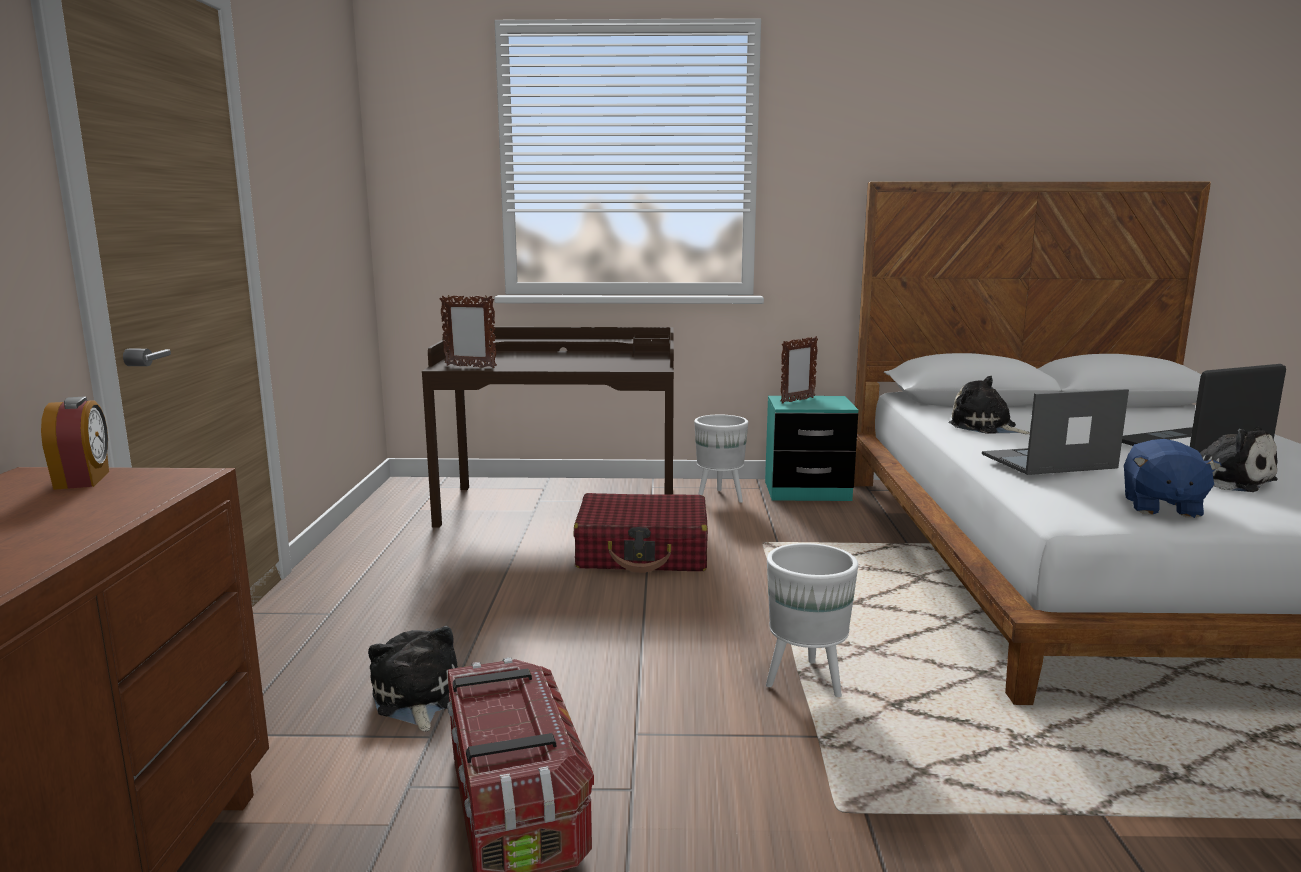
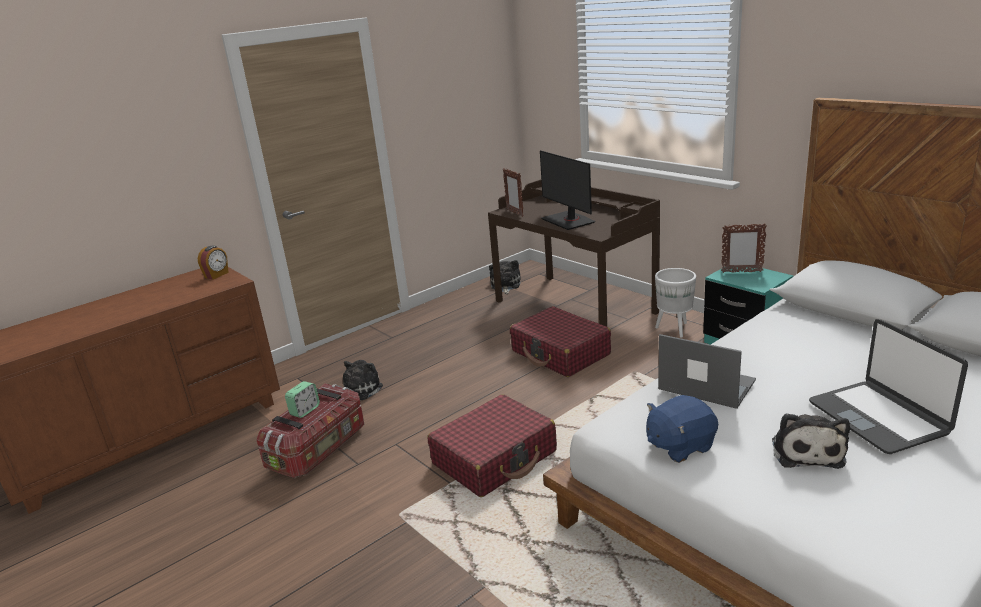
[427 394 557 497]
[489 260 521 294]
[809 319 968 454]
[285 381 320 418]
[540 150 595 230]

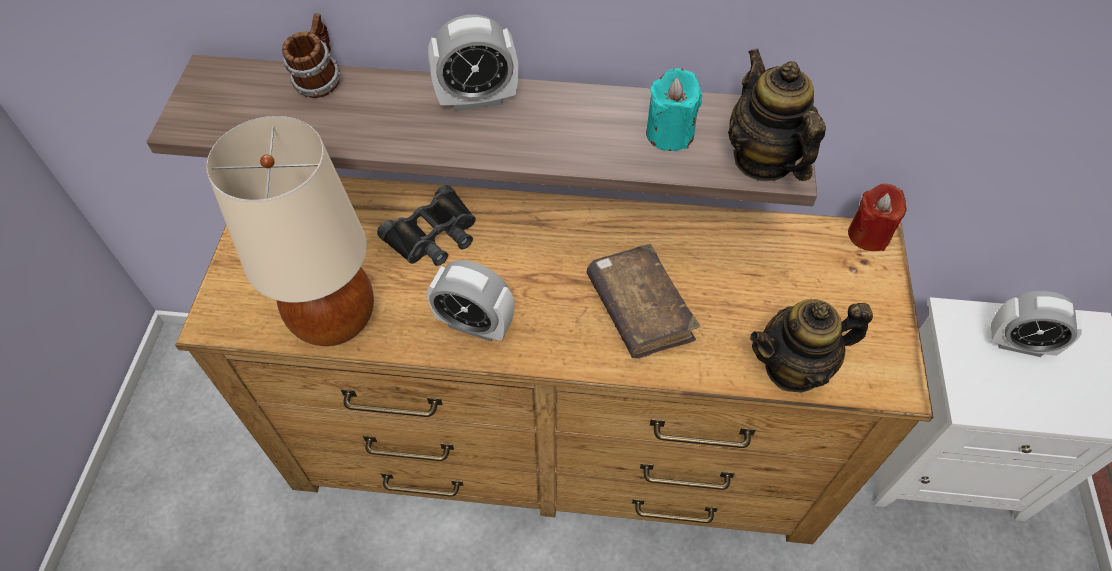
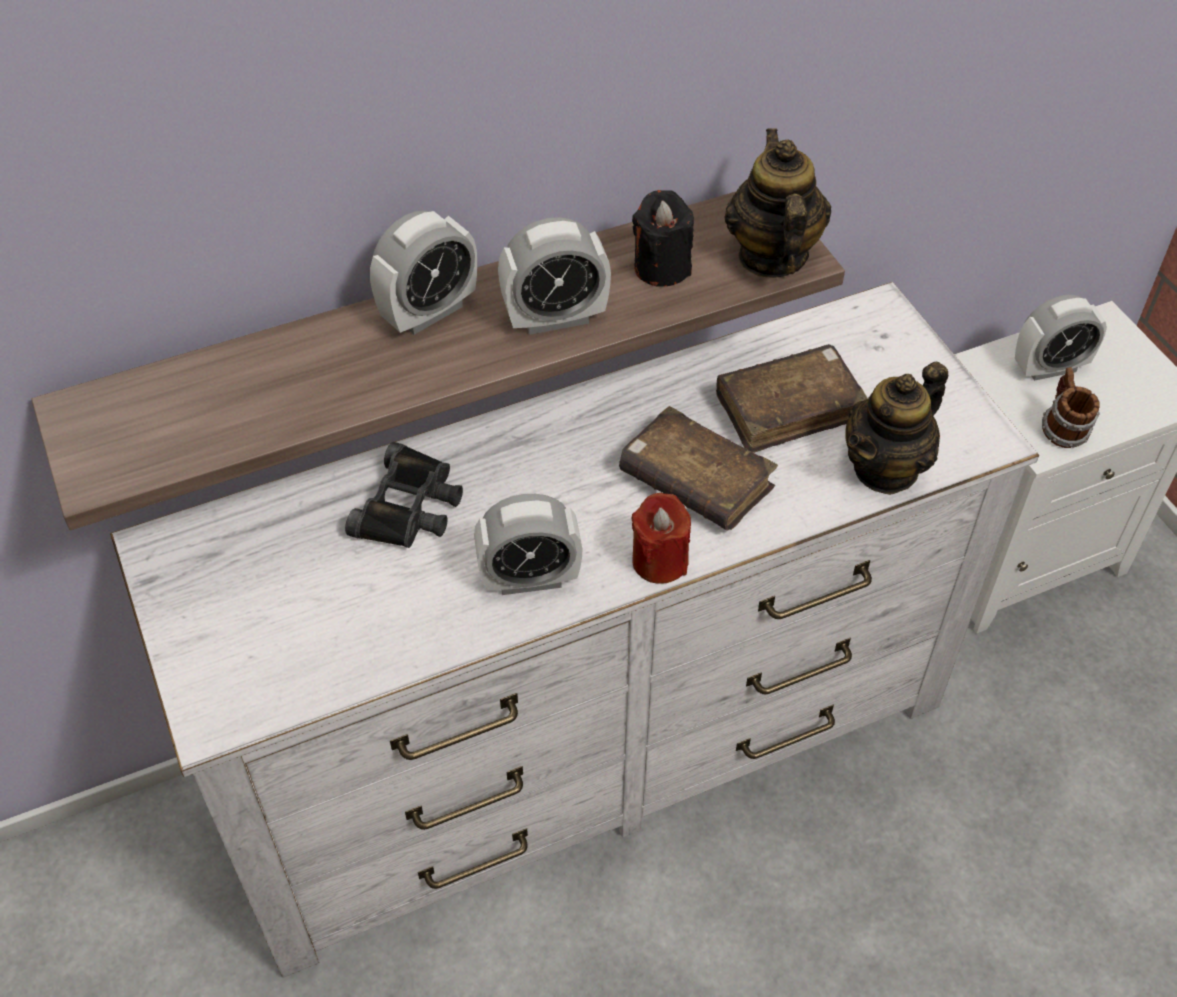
[110 282 1039 978]
[206 116 374 346] (first image)
[1042 367 1100 448]
[632 190 694 287]
[725 128 831 278]
[631 493 691 584]
[498 217 611 335]
[716 344 868 453]

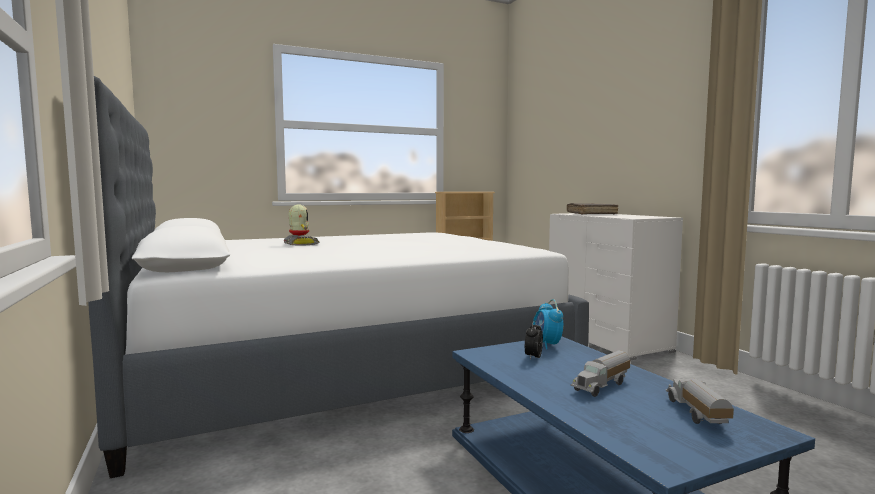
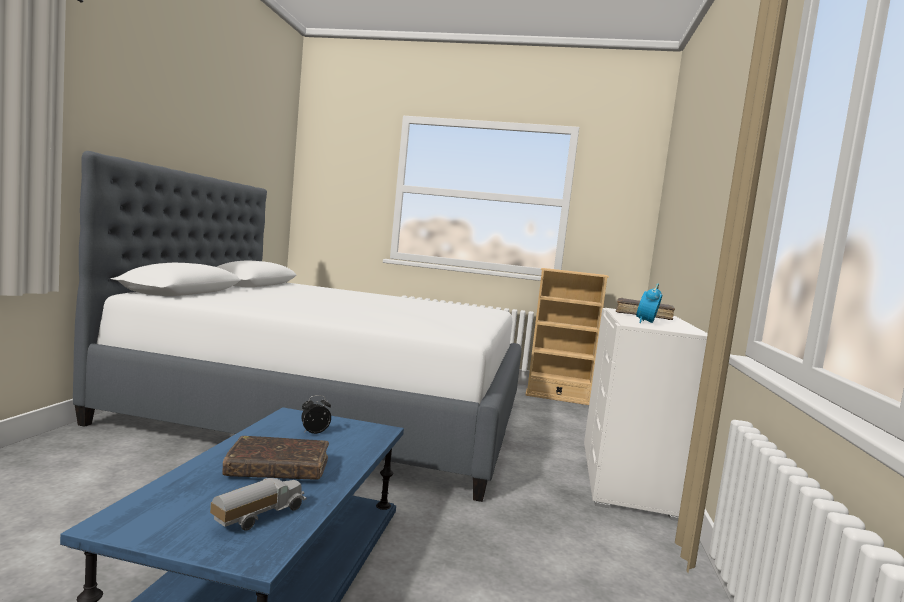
[284 204 319 246] (first image)
[636 283 662 323]
[222 436 329 480]

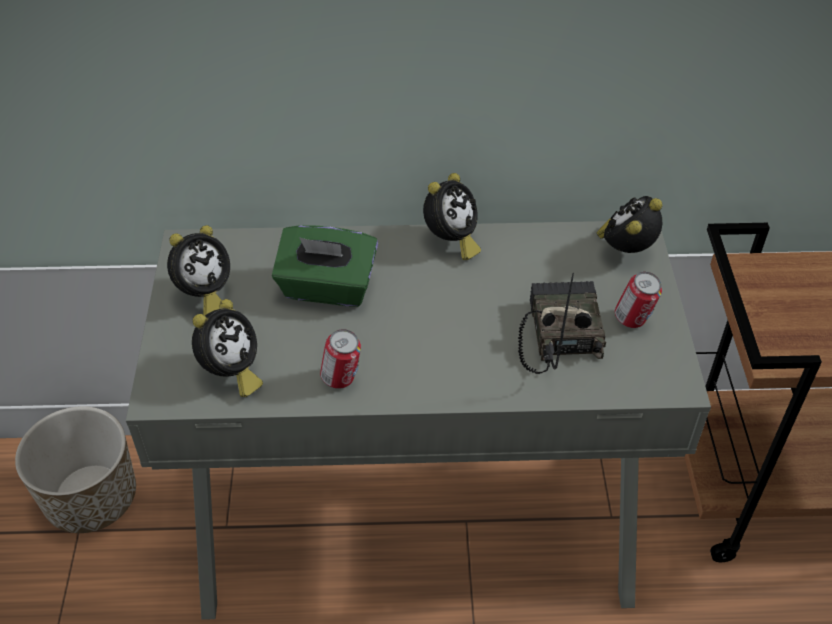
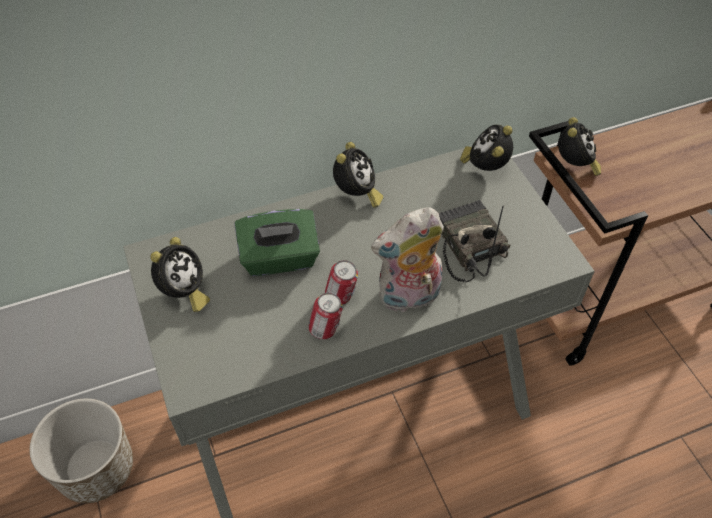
[558 117 601 176]
[325 260 358 305]
[371 207 444 313]

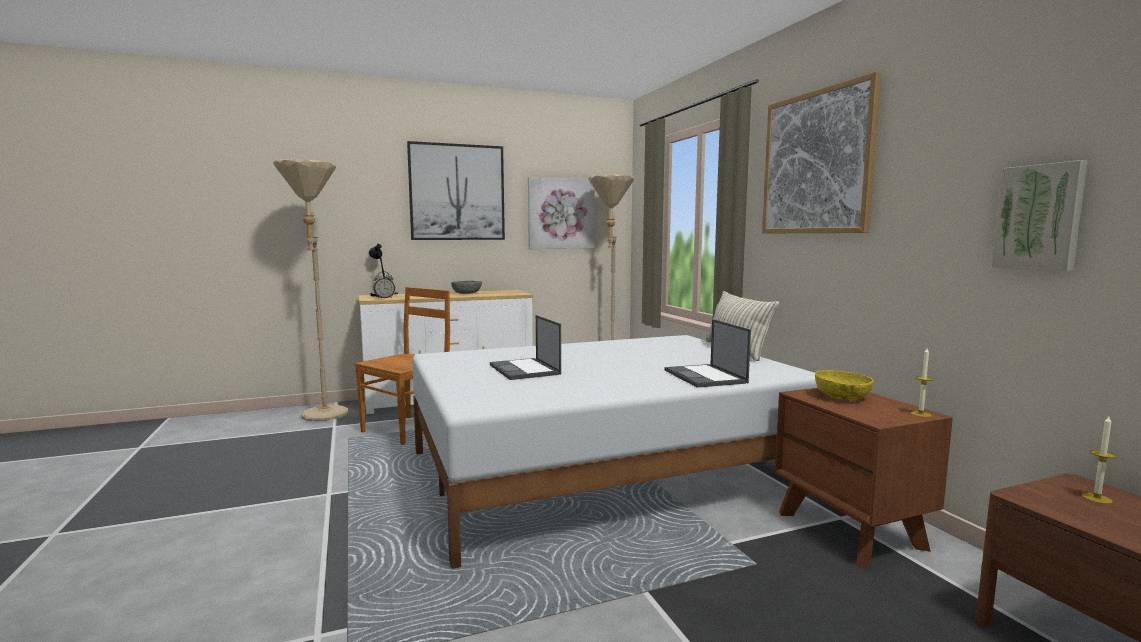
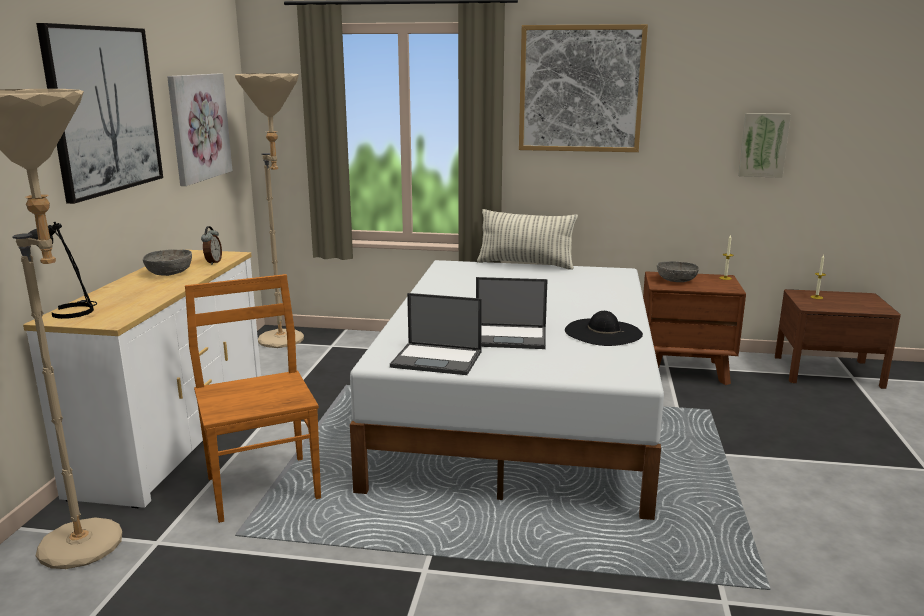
[201 226 222 265]
[390 293 482 375]
[657 261 699 282]
[565 311 643 346]

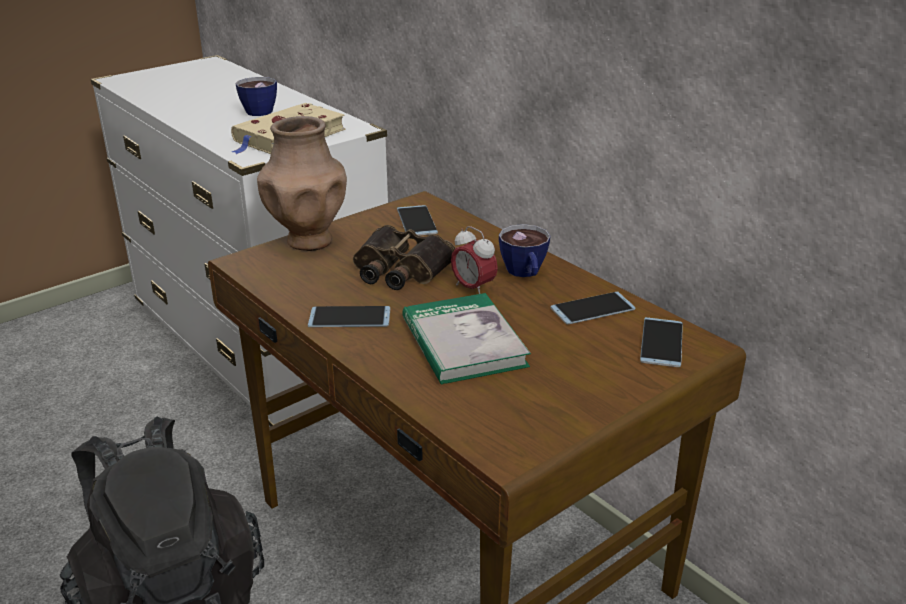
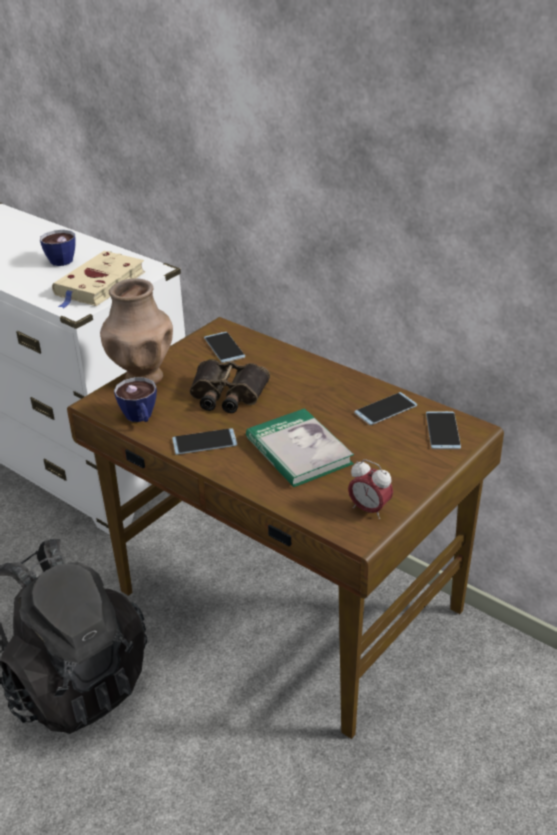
[348 459 393 519]
[114 377 157 422]

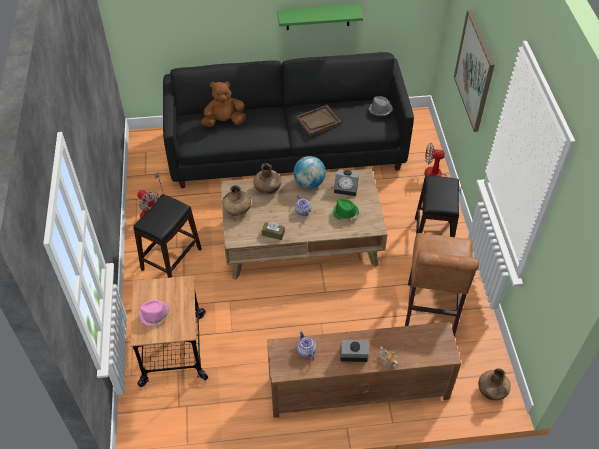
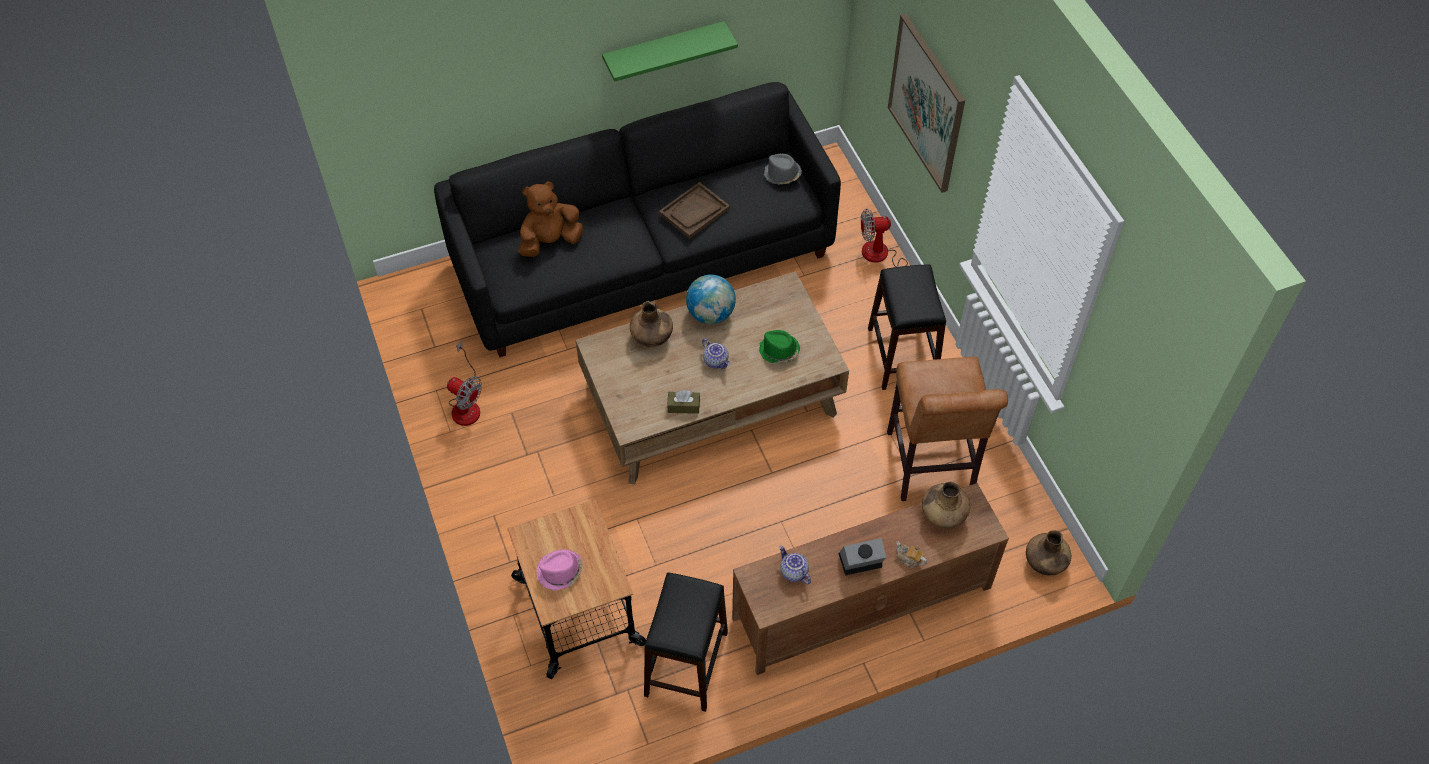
[644 572 728 712]
[922 482 970 528]
[334 169 359 196] (first image)

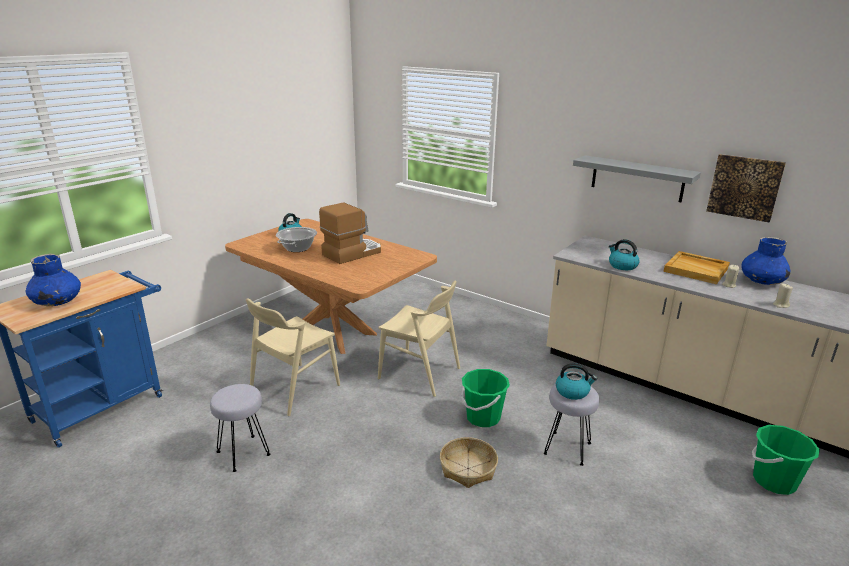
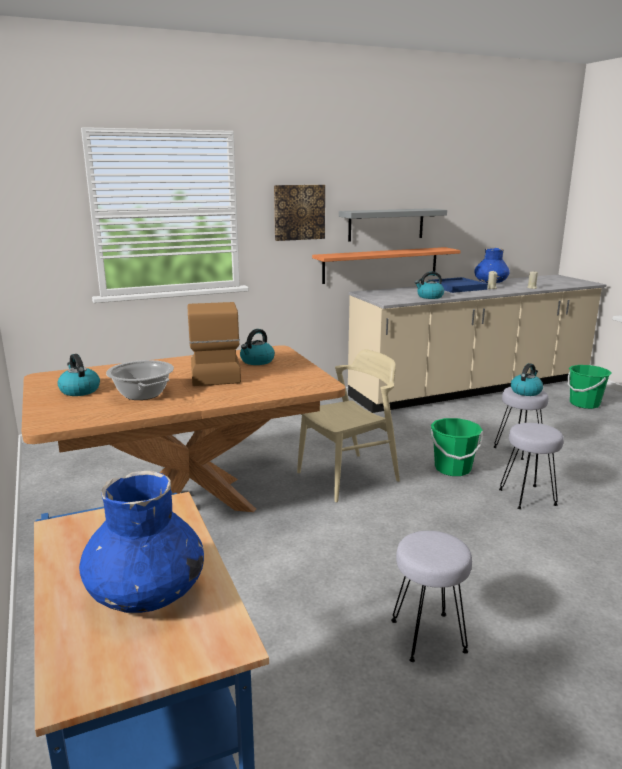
[246 298 340 416] (first image)
[499 423 564 509]
[428 277 488 293]
[274 185 325 241]
[240 329 275 365]
[312 247 461 284]

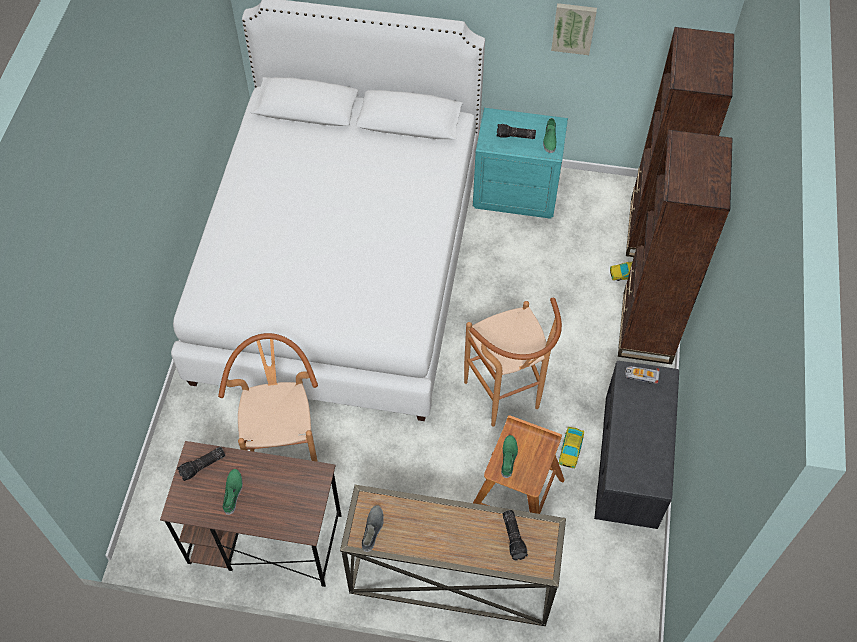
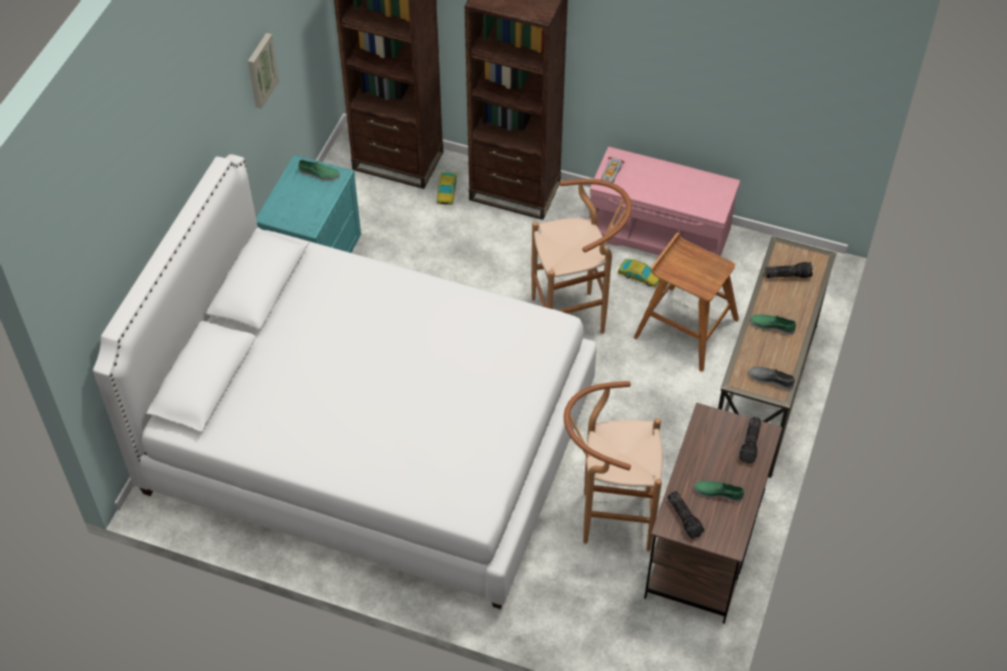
[739 417 761 463]
[750 314 796 335]
[589 147 740 256]

